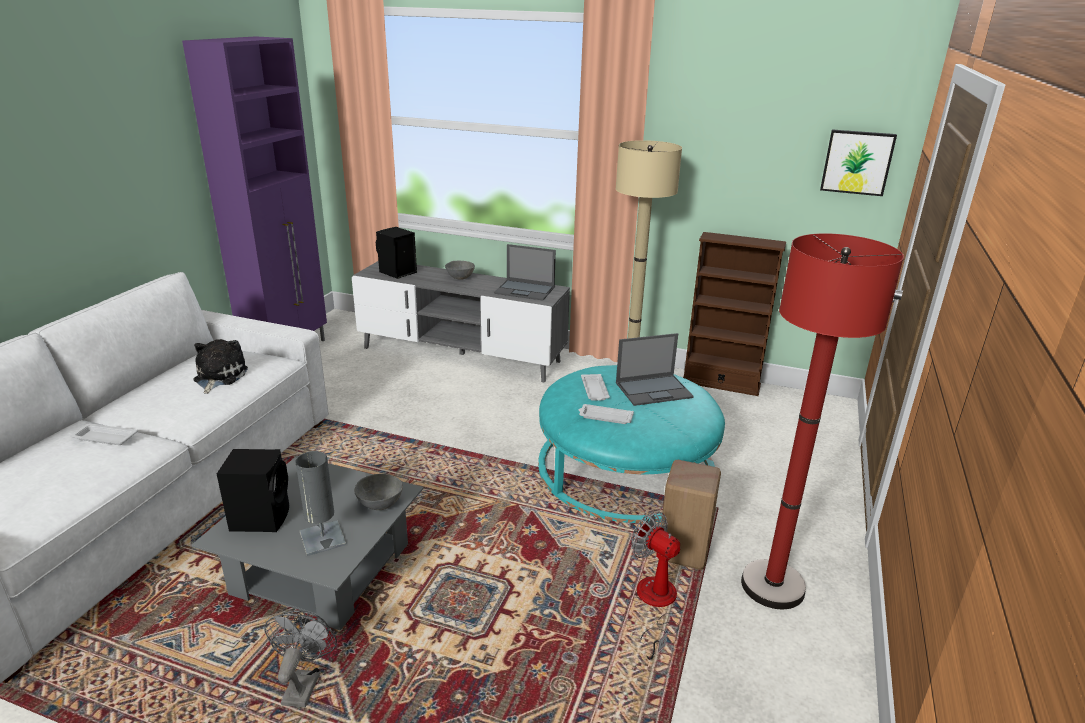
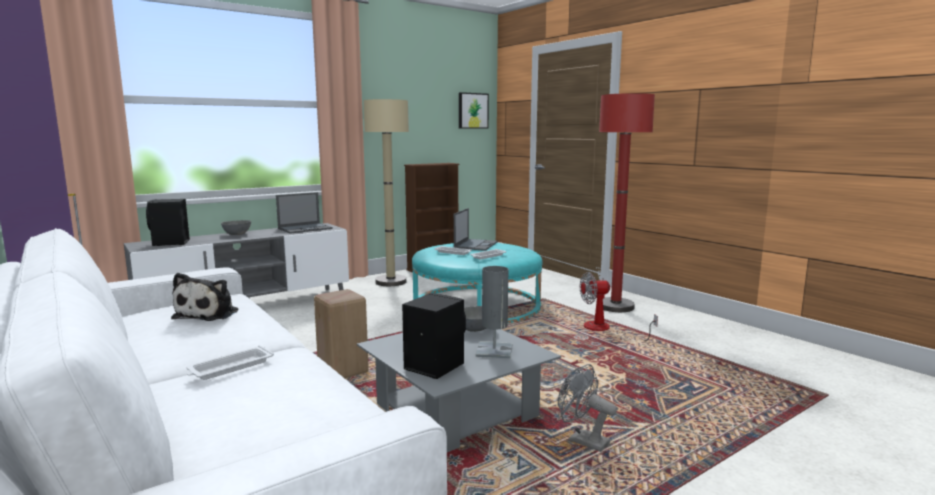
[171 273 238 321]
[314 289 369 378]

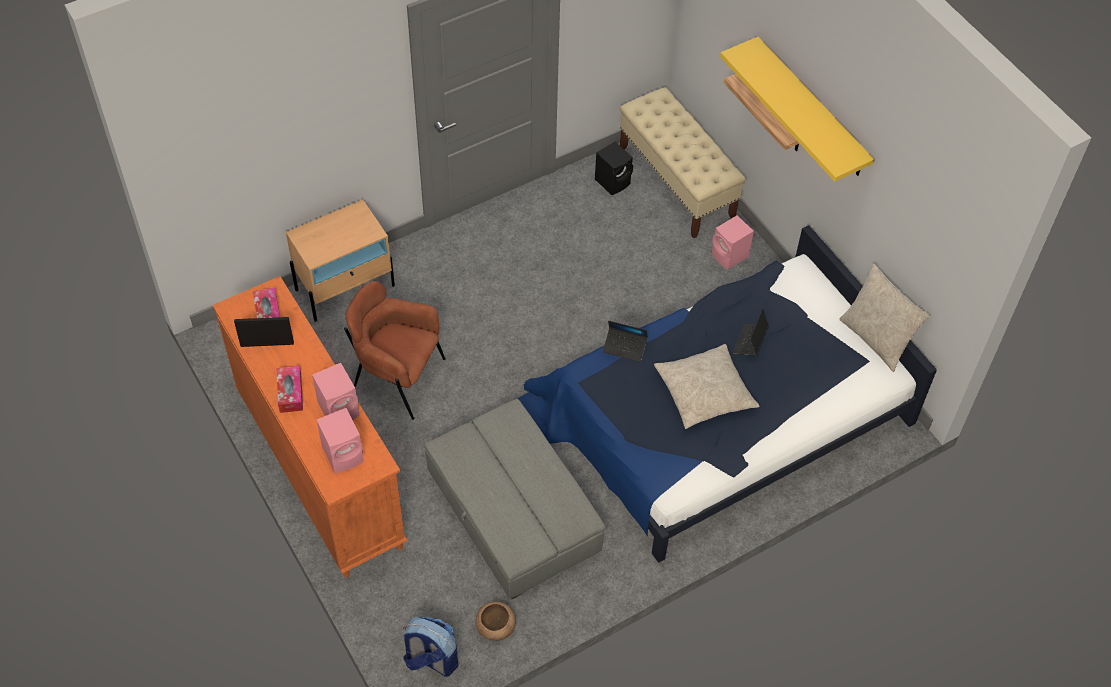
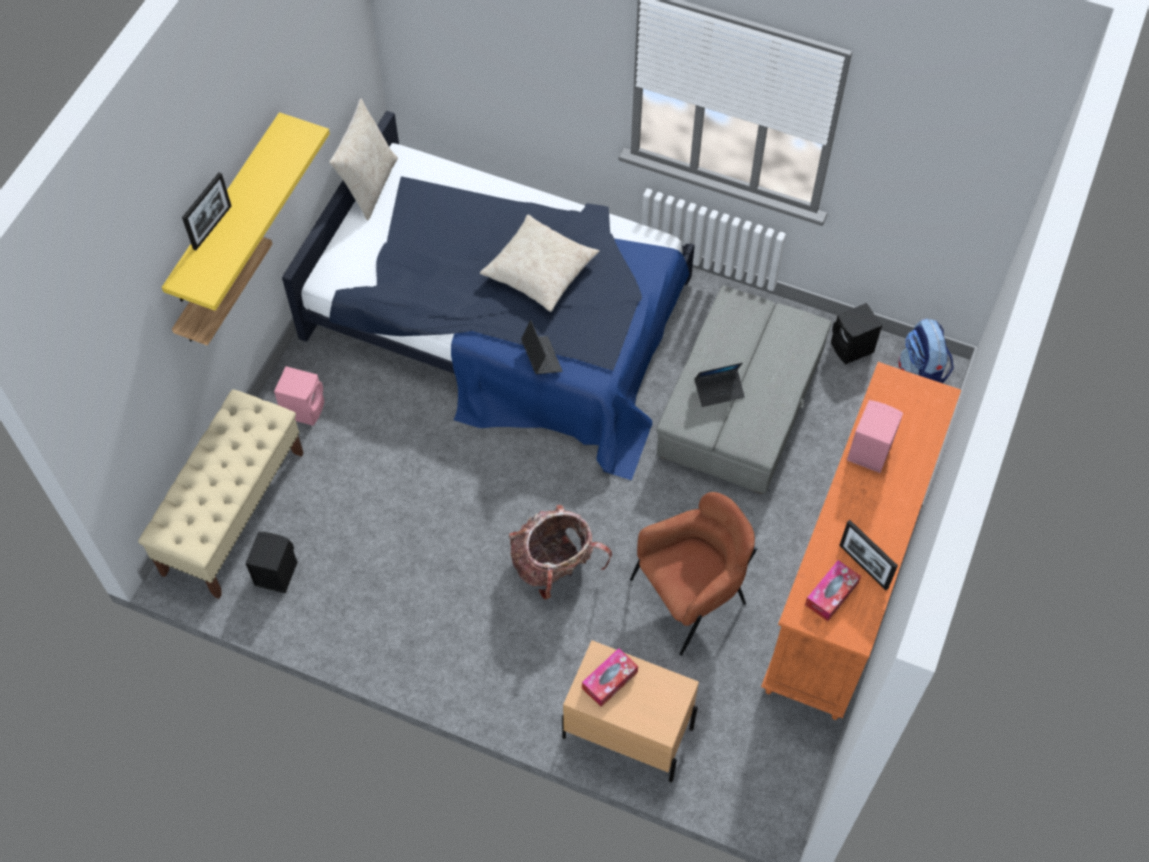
[582 648 638 707]
[316 408 364 473] (first image)
[630 492 757 656]
[831 303 882 364]
[694 363 745 407]
[182 172 231 250]
[509 505 612 600]

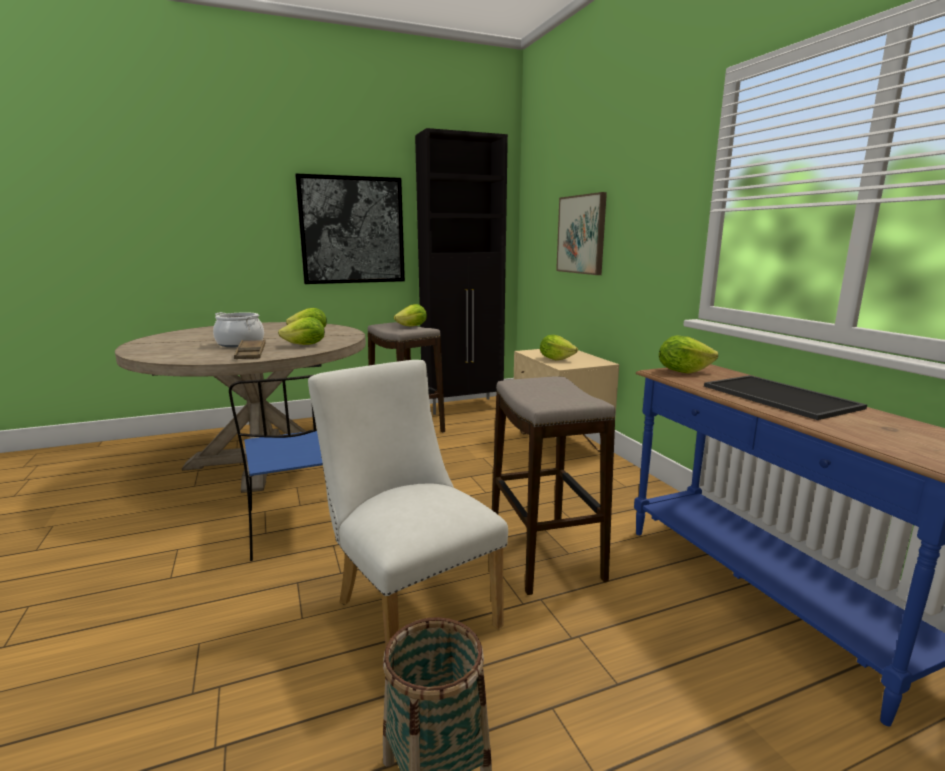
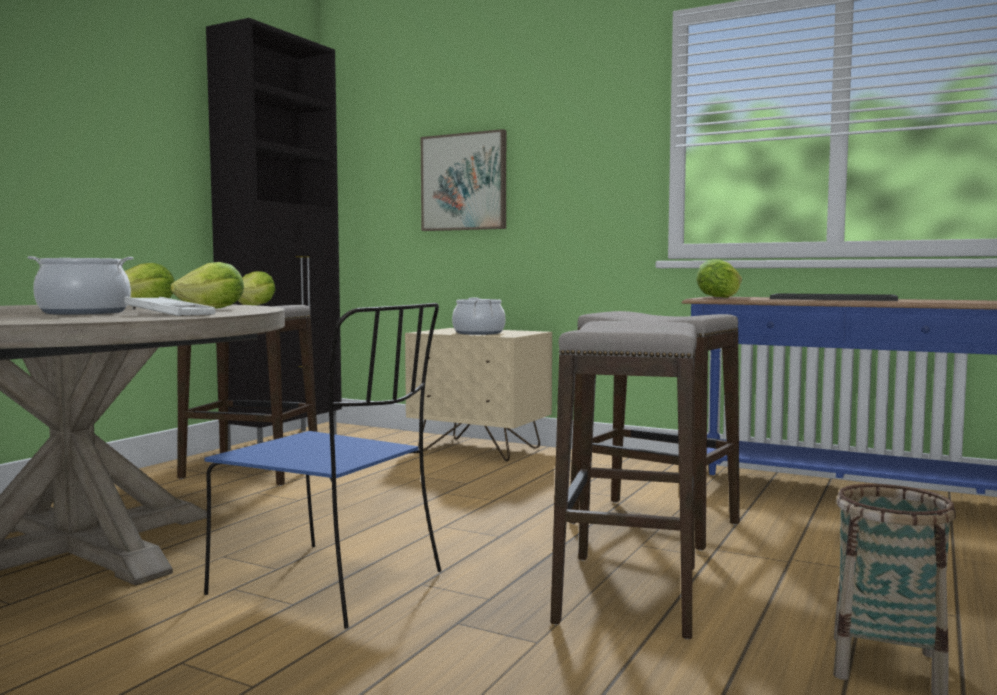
[124 297 215 316]
[295 173 405 284] (first image)
[550 321 697 639]
[452 298 506 335]

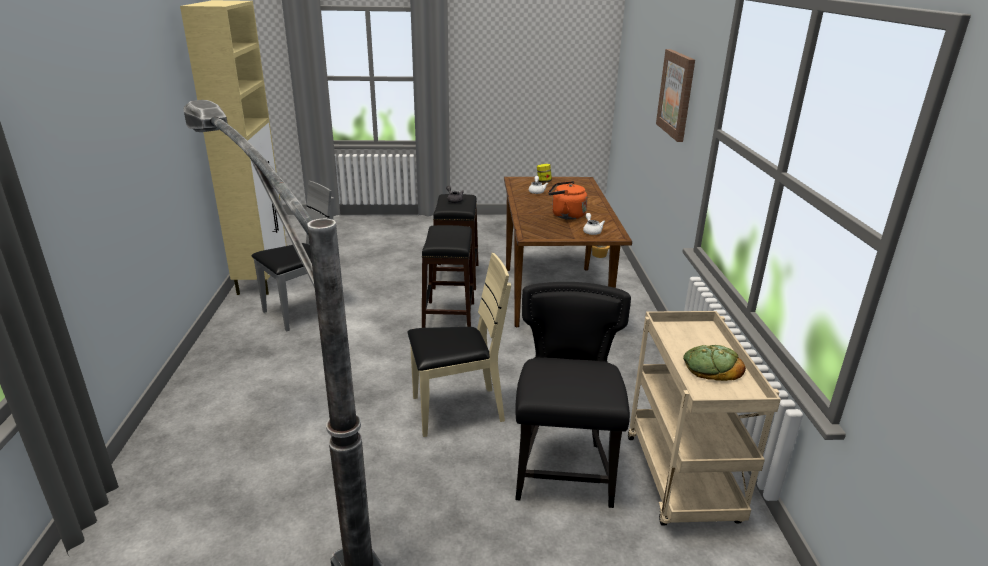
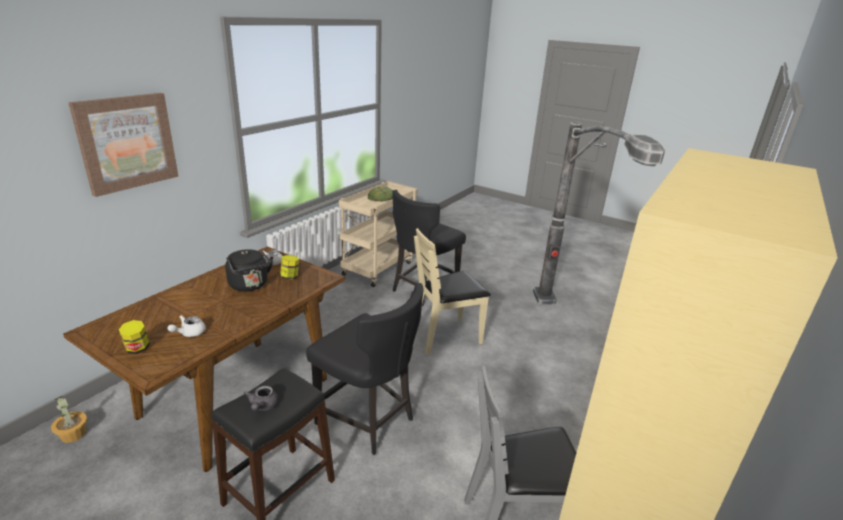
[414 228 491 355]
[306 283 424 455]
[225 249 273 291]
[280 255 299 280]

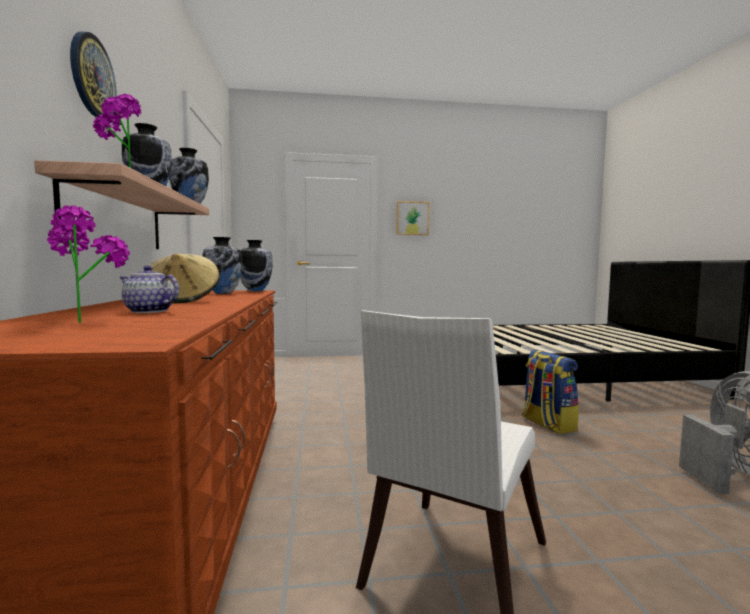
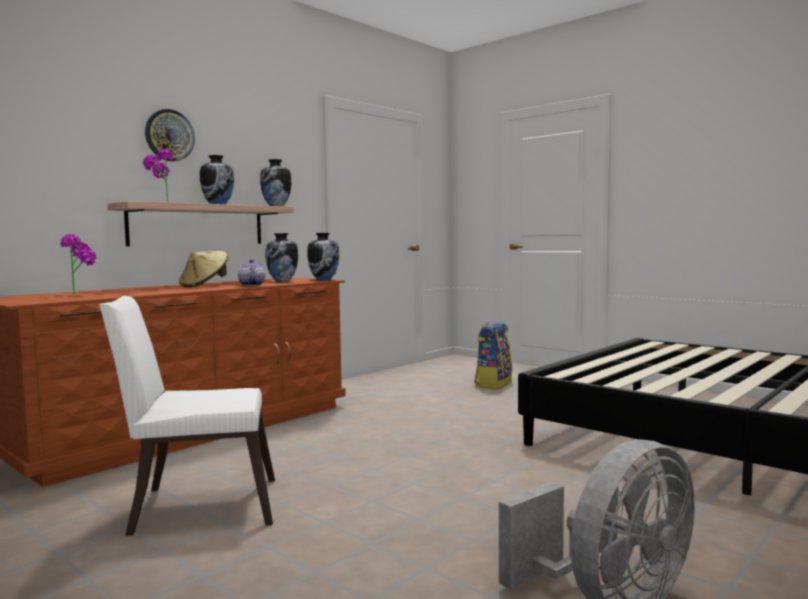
[238 260 265 286]
[396 201 430 235] (first image)
[474 322 512 390]

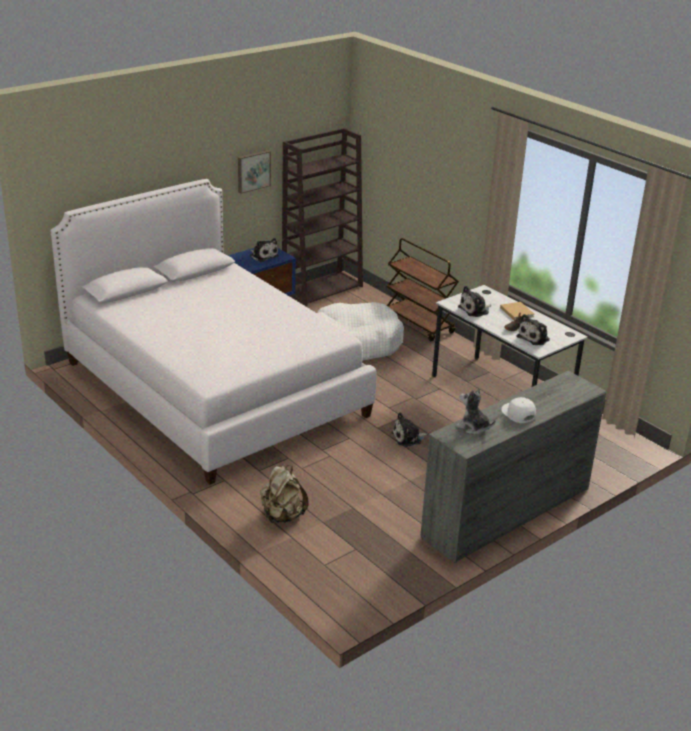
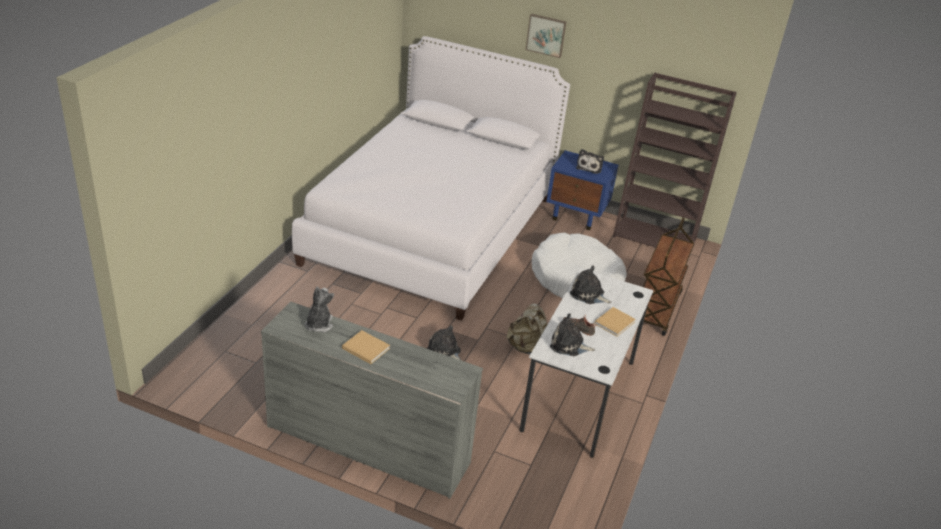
[526 14 566 58]
[506 303 547 355]
[342 330 390 364]

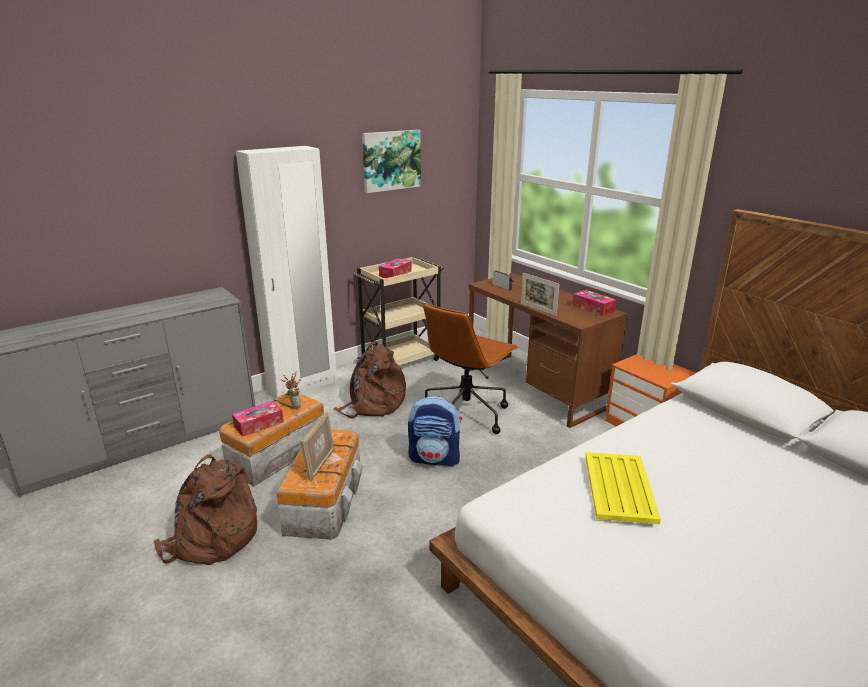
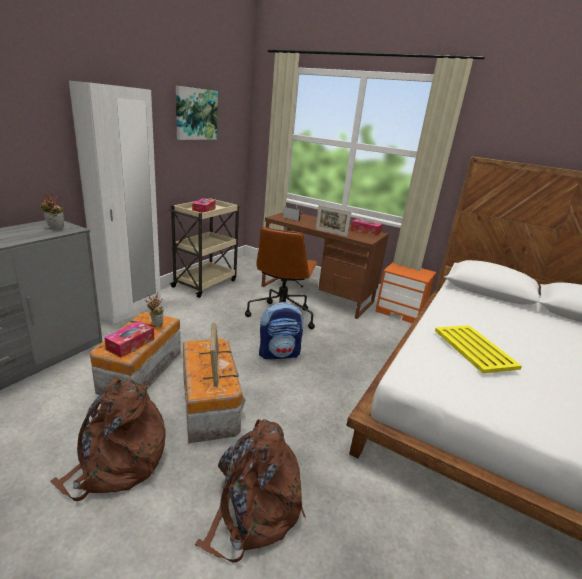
[195 419 306 563]
[40 191 64 229]

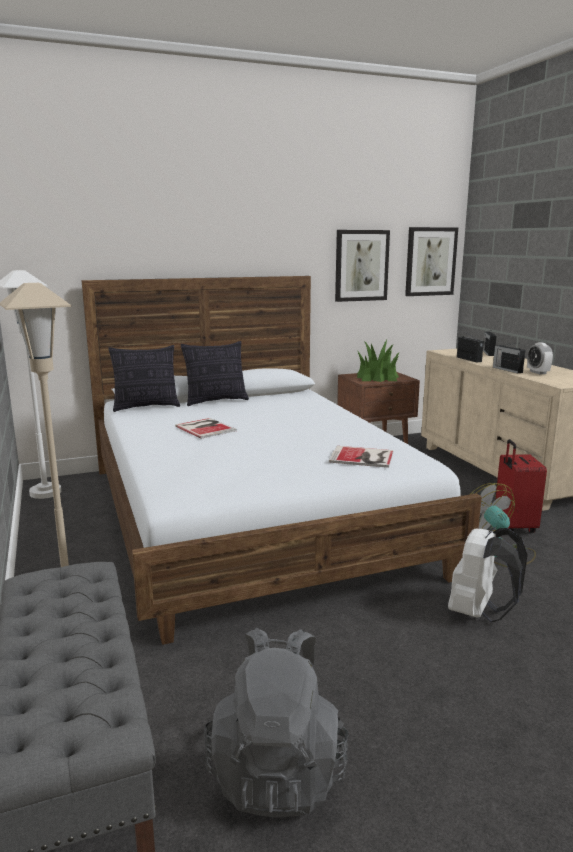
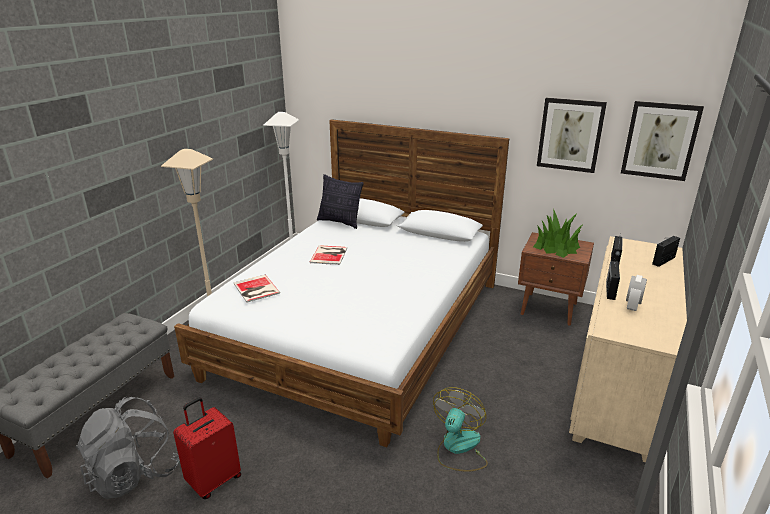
[181 341 249 406] (first image)
[234 275 280 303]
[448 527 528 622] (first image)
[173 397 241 499]

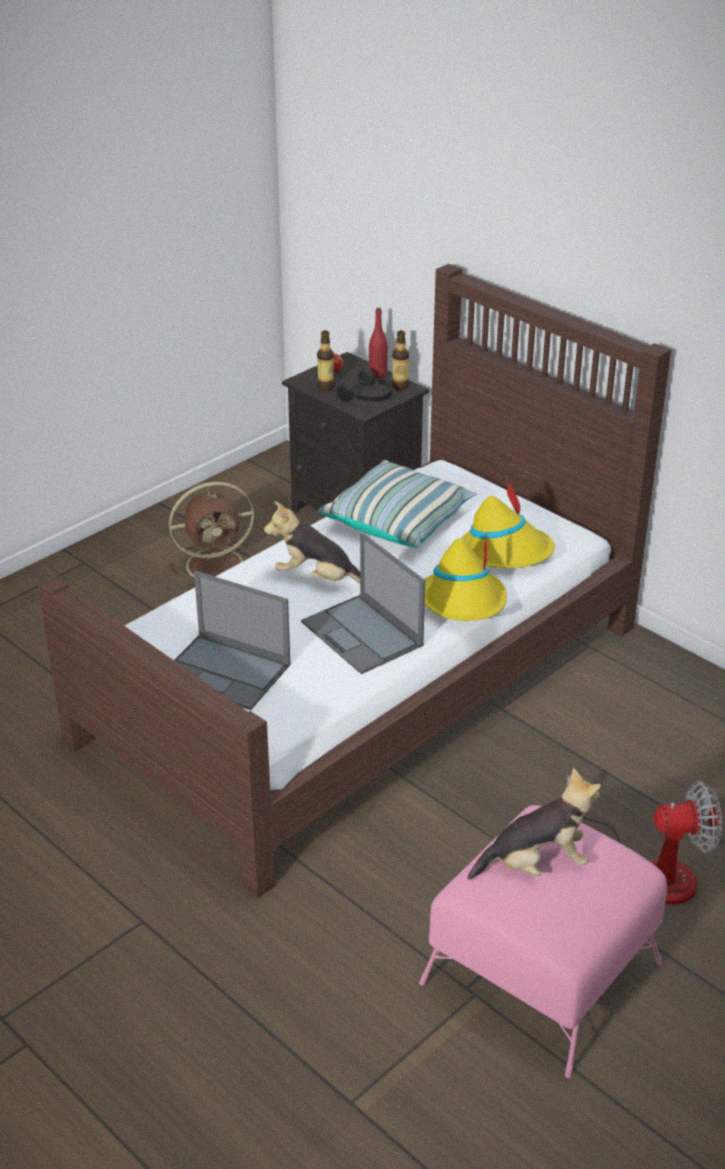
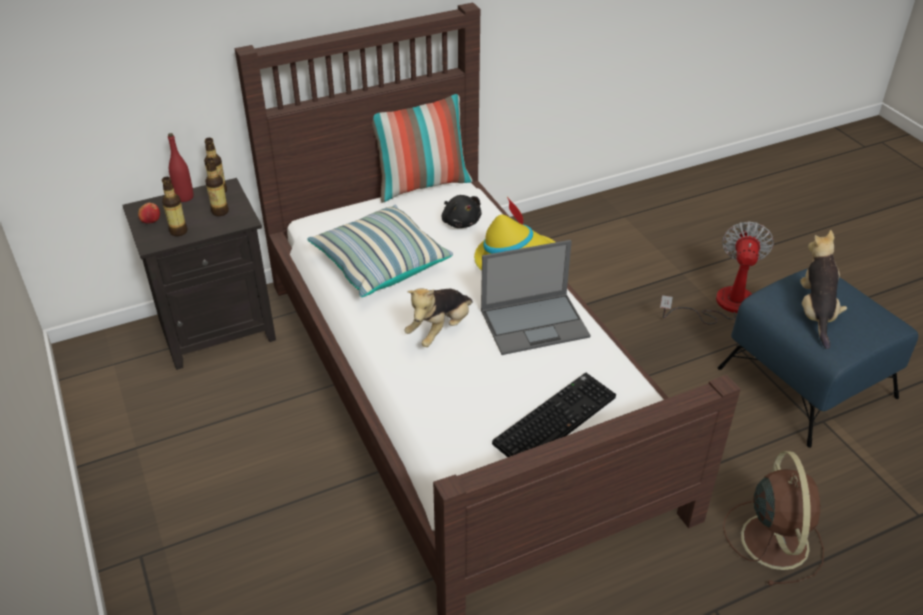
[723 451 824 585]
[492 373 616 457]
[205 158 229 216]
[718 268 918 448]
[442 195 481 228]
[372 94 473 203]

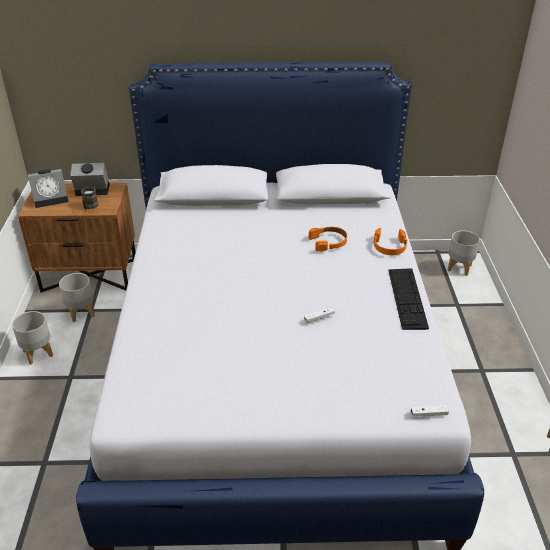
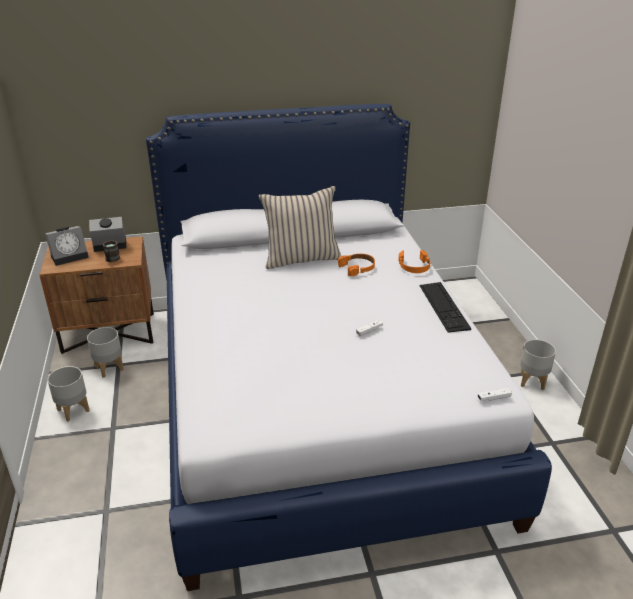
[520 339 556 390]
[259 186 341 269]

